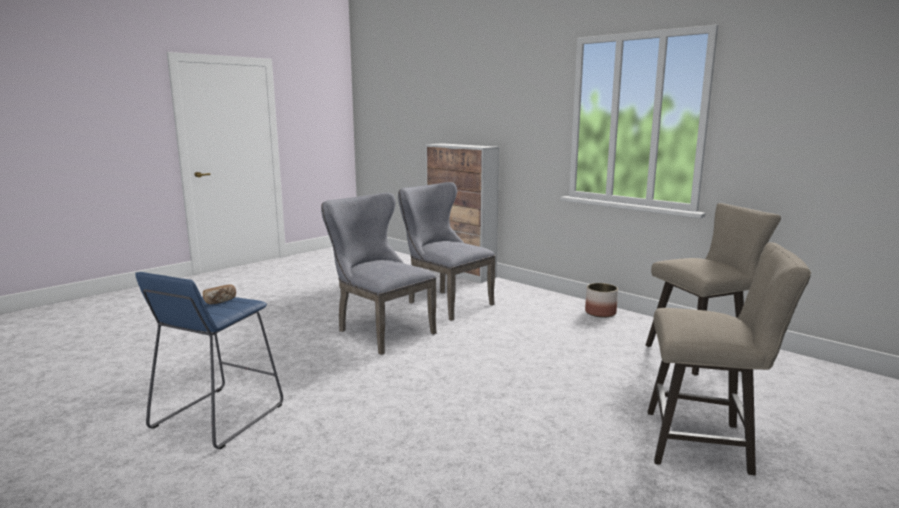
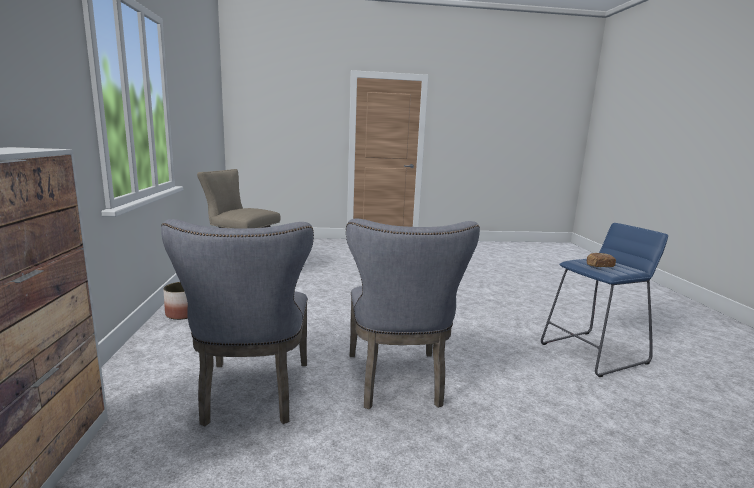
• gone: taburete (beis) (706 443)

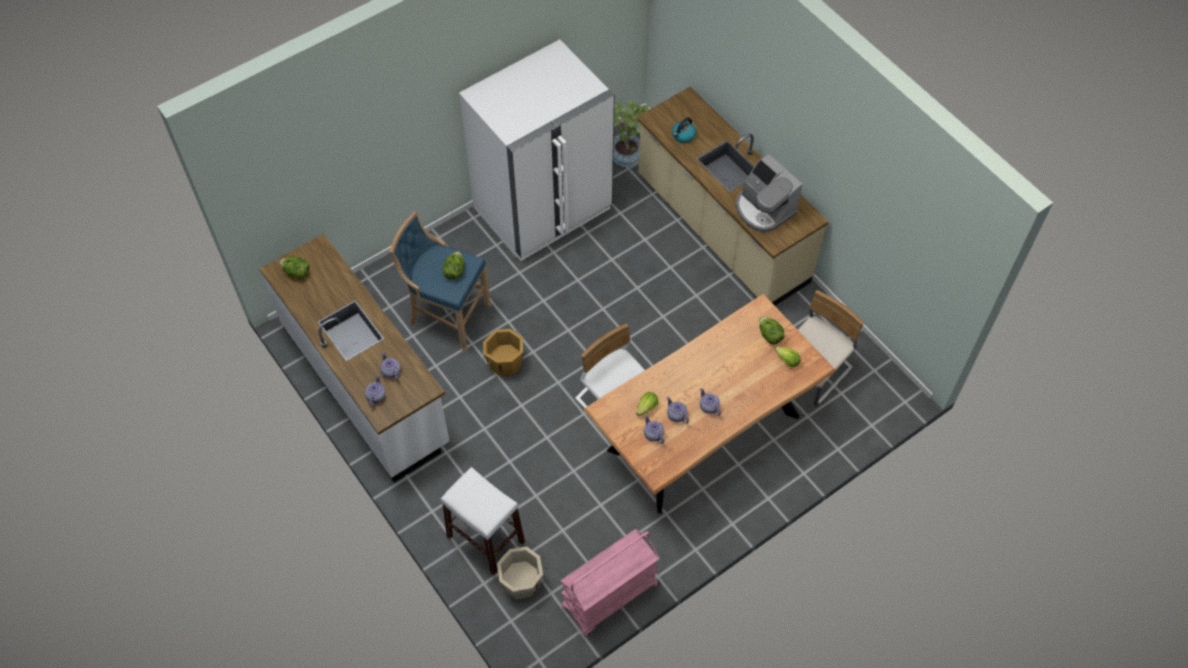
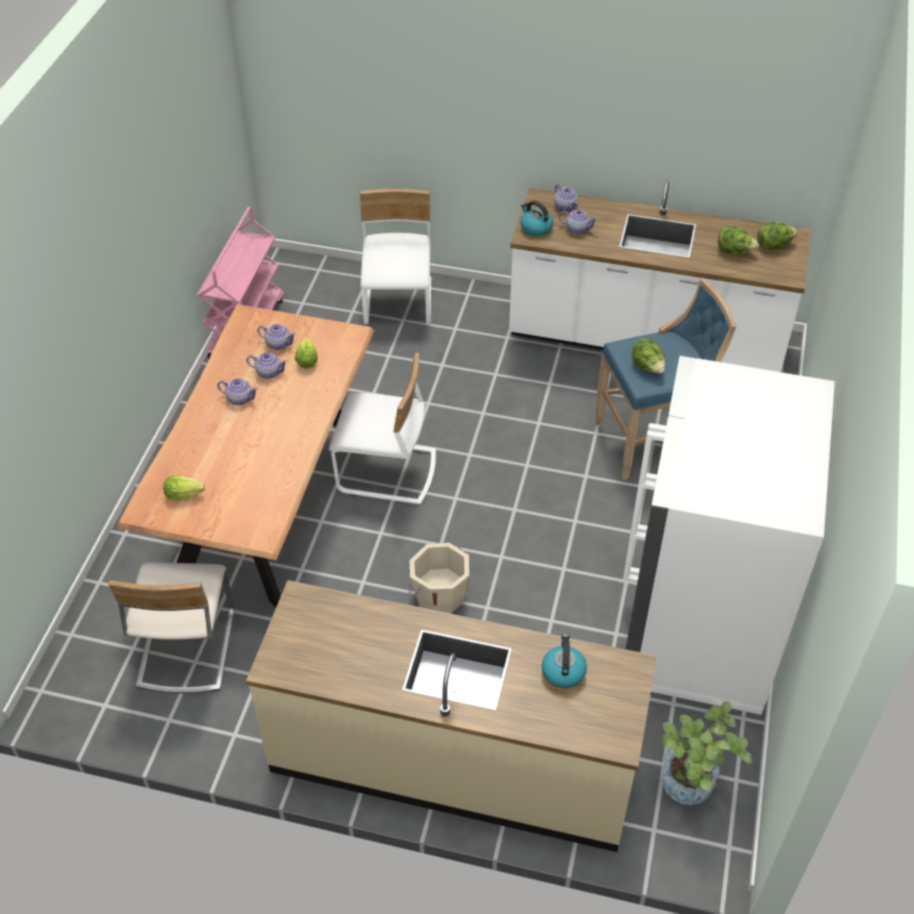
• gone: cafetera (763 209)
• shifted: lechuga (769 335) to (734 251)
• gone: cubo (naranja) (505 362)
• swapped: taburete (blanco) (485 539) to silla (blanco) (399 303)
• shifted: cubo (beis) (521 583) to (439 595)
• new: hervidor (535 228)

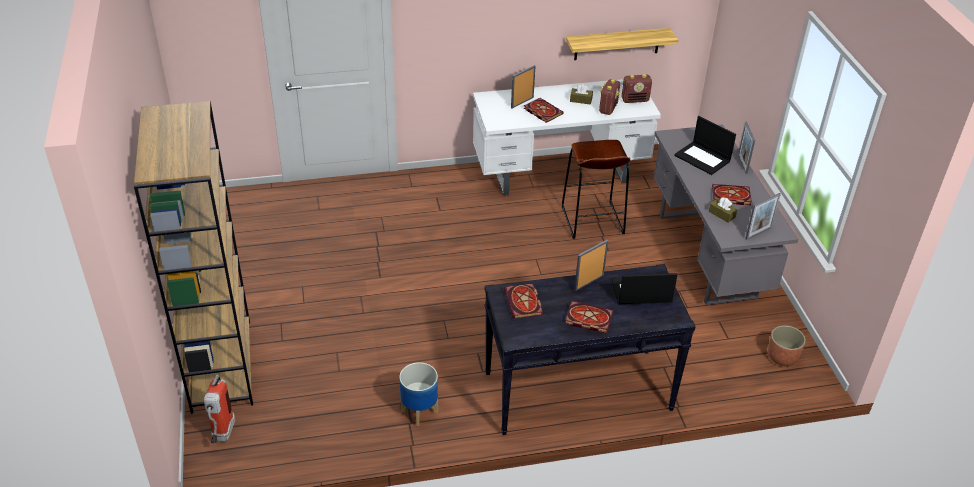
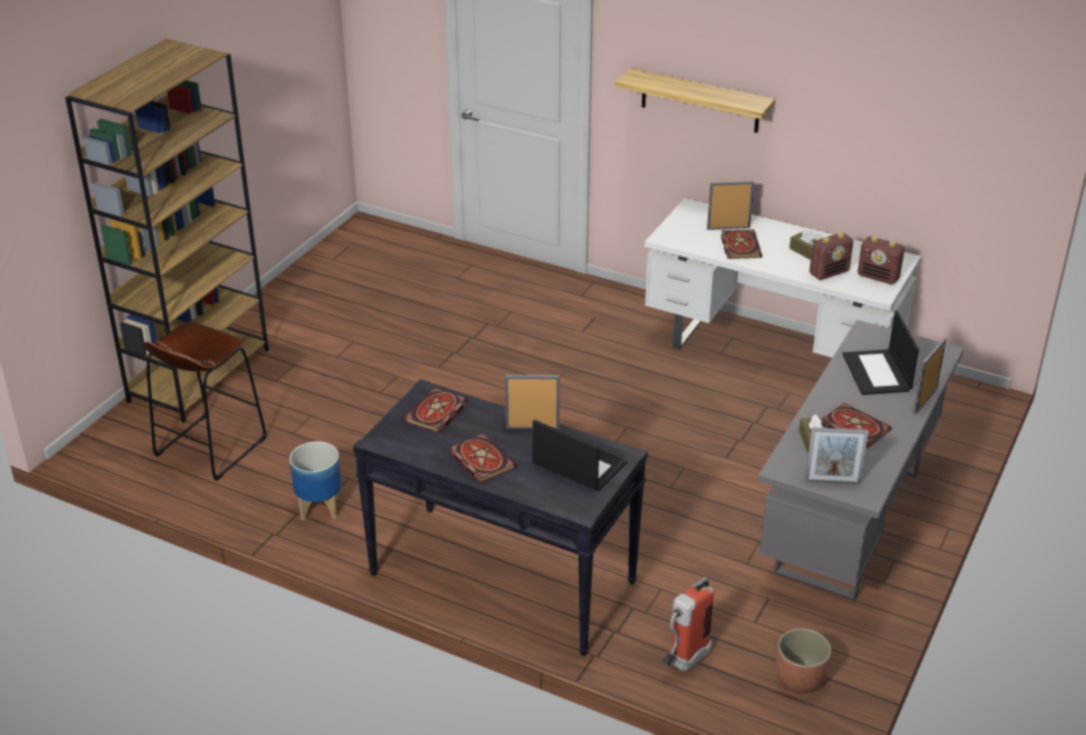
• shifted: estante (617 44) to (700 101)
• shifted: taburete (marrón) (592 220) to (210 447)
• shifted: extintor (222 436) to (683 663)

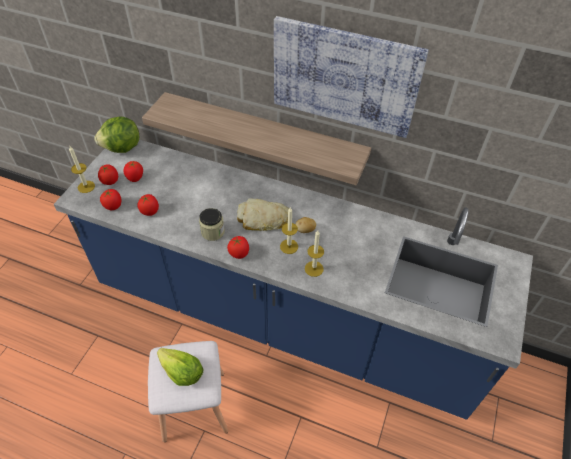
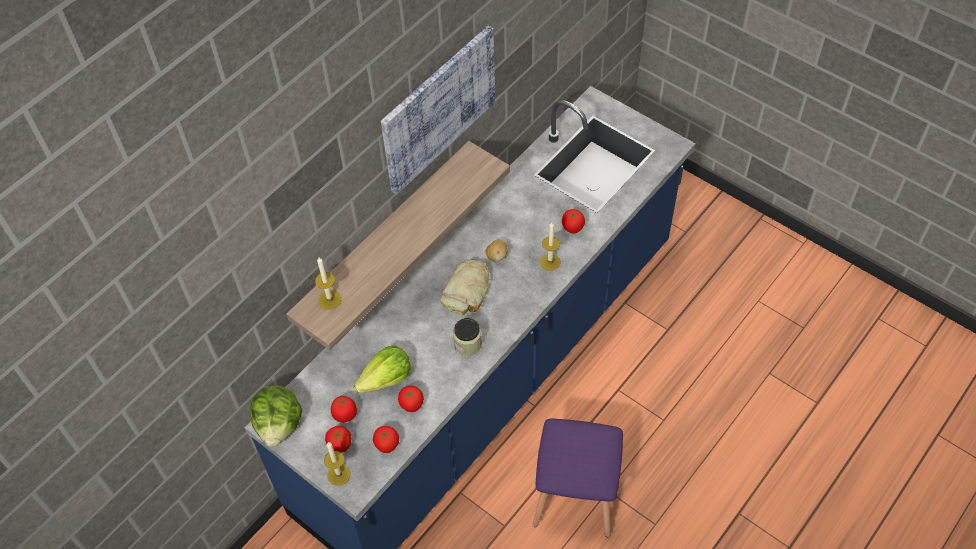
• shifted: vela (289 246) to (329 300)
• shifted: tomate (239 253) to (572 228)
• repainted: taburete (blanco) (195 407) to taburete (morado) (577 495)
• shifted: lechuga (181 372) to (386 379)

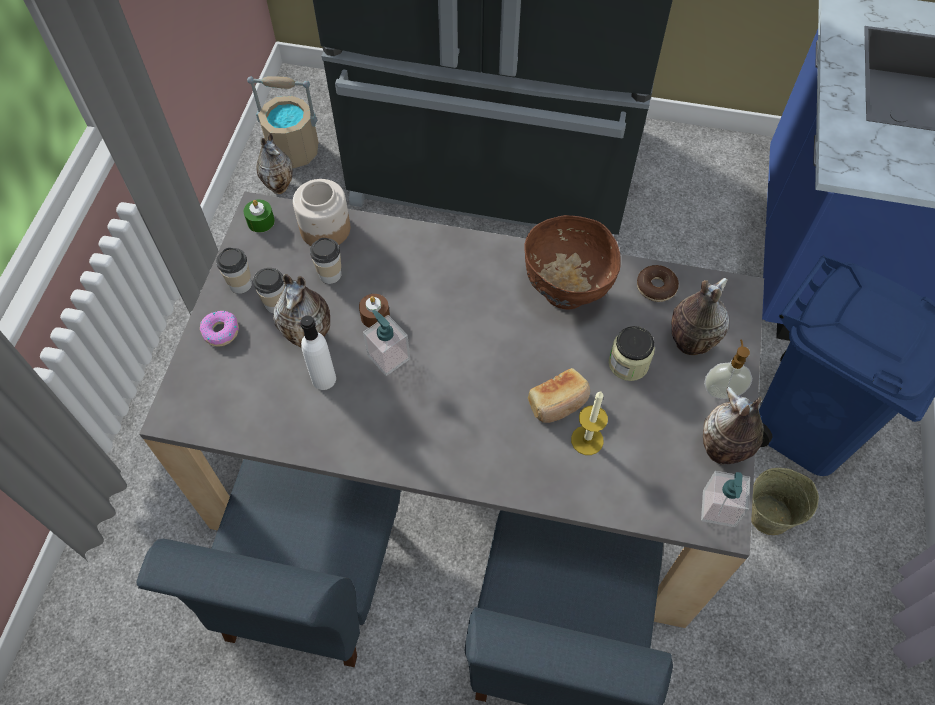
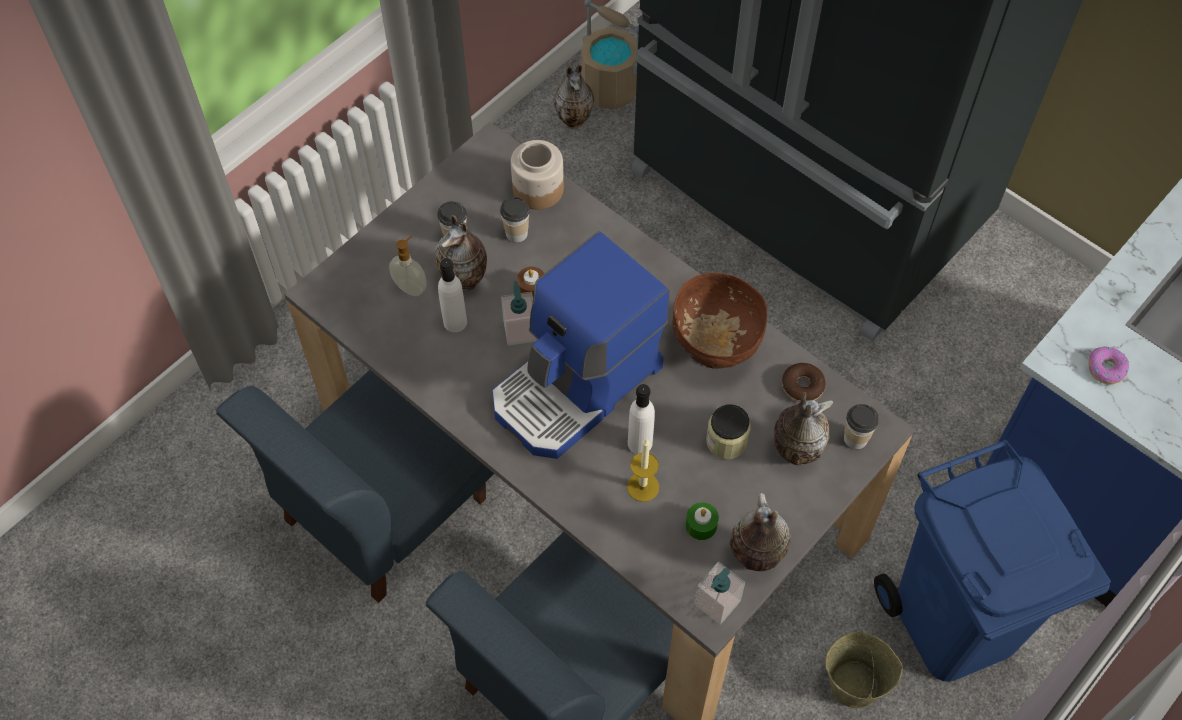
• shifted: vela (verde) (261 221) to (701 525)
• shifted: taza (240 284) to (855 439)
• shifted: rosquilla (220 331) to (1106 368)
• shifted: dispensador de jabón (722 391) to (411 287)
• swapped: pan (558 403) to botella (blanco) (640 443)
• new: cafetera (577 387)

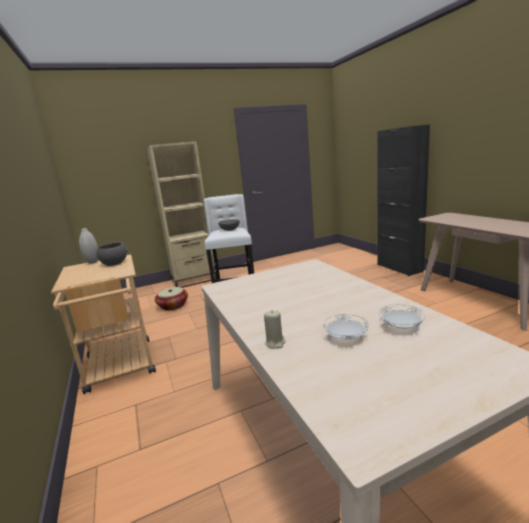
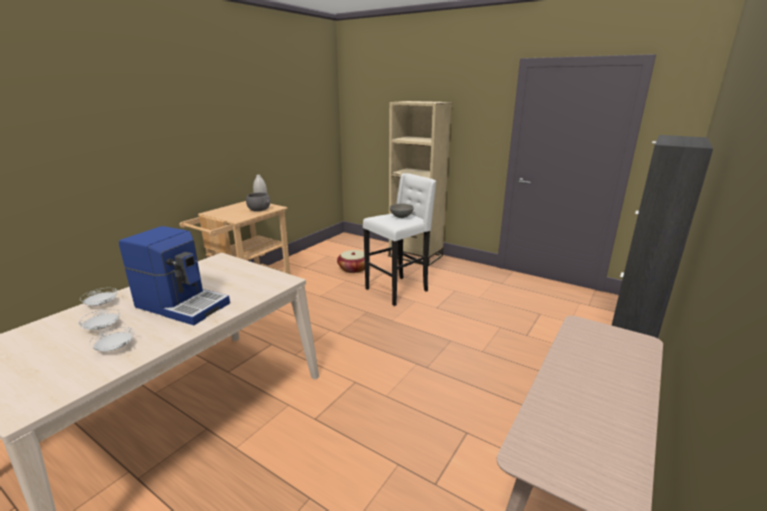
• swapped: vela (beis) (275 343) to plato (blanco) (102 304)
• new: cafetera (183 304)

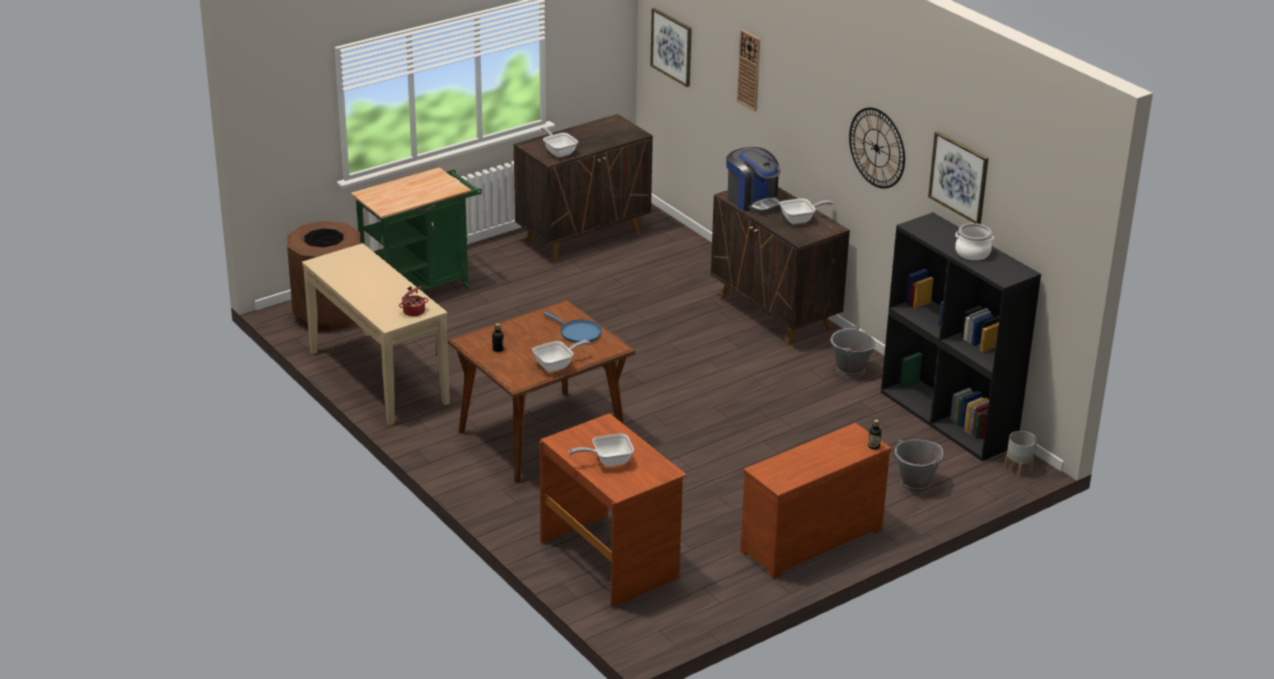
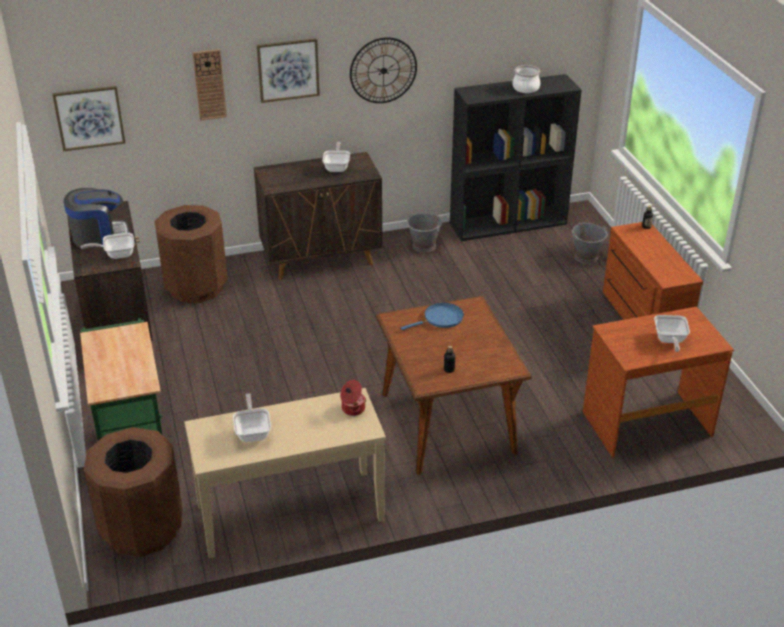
• shifted: cuadro (959 177) to (288 70)
• shifted: cafetera (753 201) to (99 236)
• shifted: sartén (557 365) to (253 431)
• gone: maceta (gris) (1019 469)
• new: papelera (marrón) (196 287)

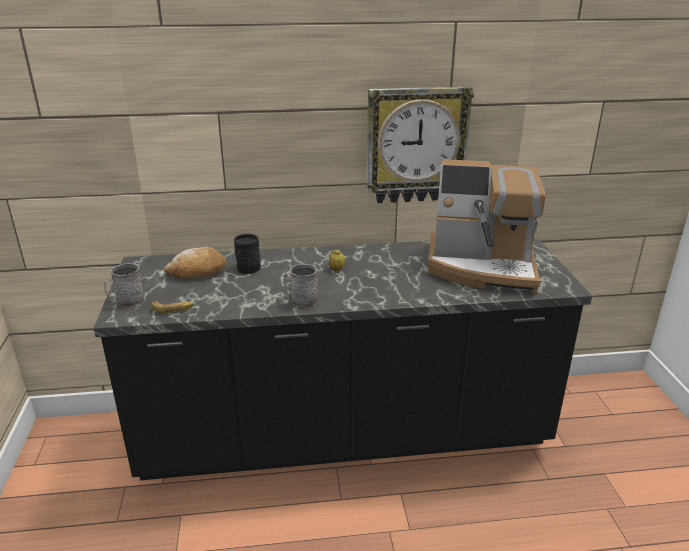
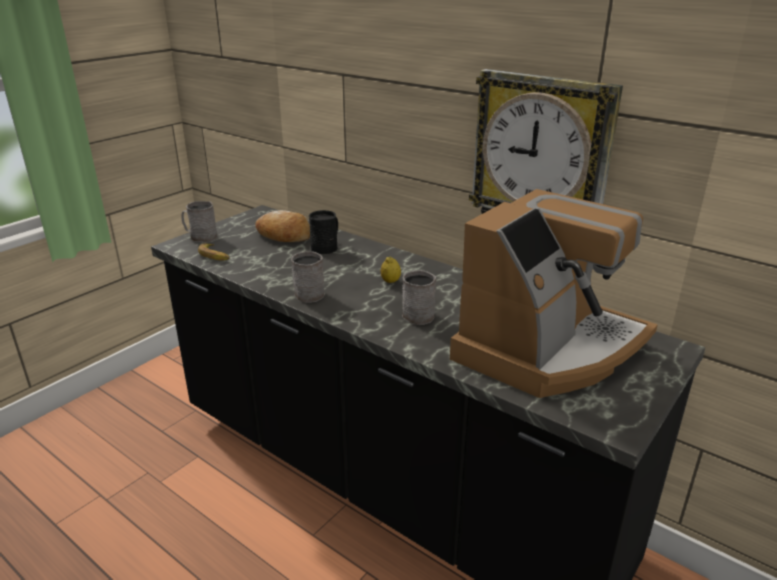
• rotated: cafetera (482 266) = (548 348) 105 degrees counterclockwise
• new: taza grande (gris) (415 314)

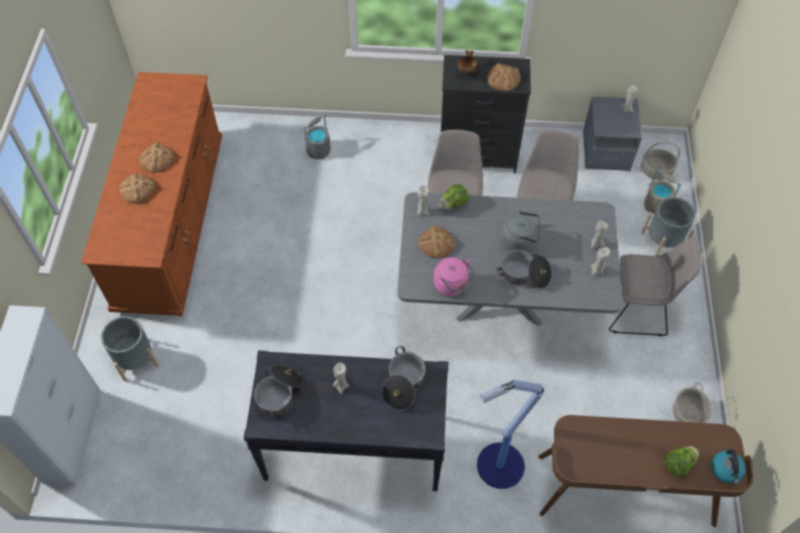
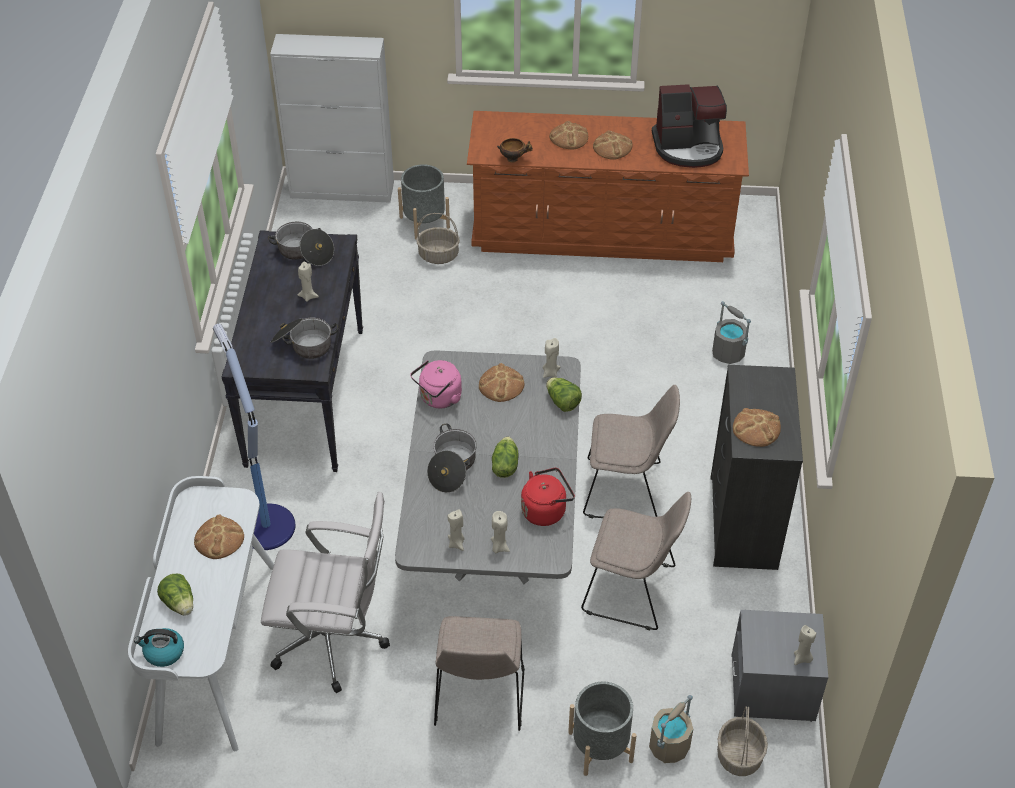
• shifted: cuenco (466 73) to (513 159)
• swapped: hervidor (gris) (520 241) to lechuga (504 466)
• shifted: cesta (688 414) to (438 255)
• repainted: escritorio (marrón) (625 491) to escritorio (blanco) (215 651)
• new: cafetera (688 147)
• new: hervidor (rojo) (546 510)
• new: silla de oficina (blanco) (335 642)
• new: pan (219 539)

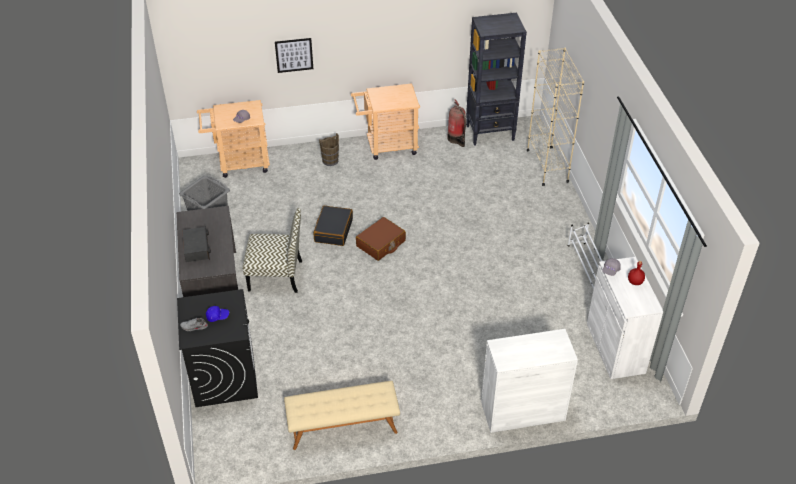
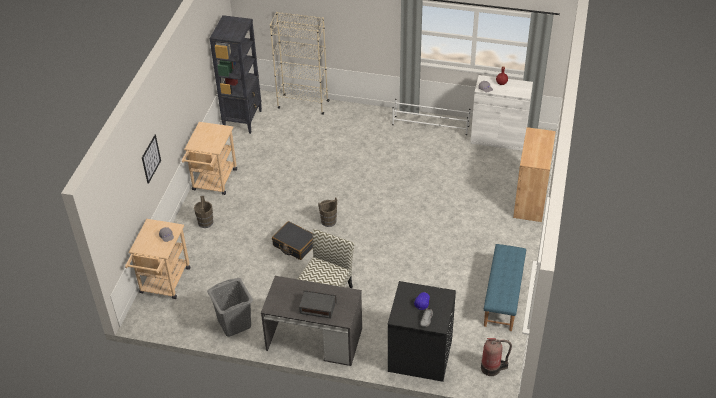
• shifted: extintor (456 139) to (492 368)
• swapped: maleta (marrón) (381 244) to cubo (marrón) (328 221)
• repainted: armario (blanco) (522 411) to armario (marrón) (530 200)
• repainted: banco (beis) (343 427) to banco (azul) (503 297)

